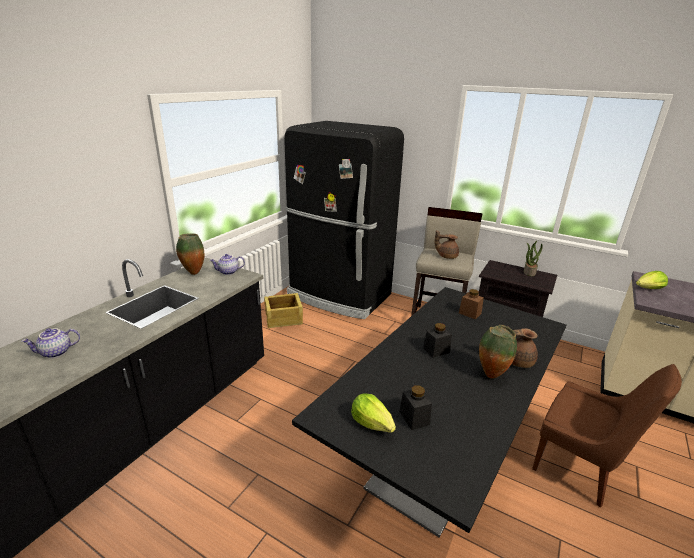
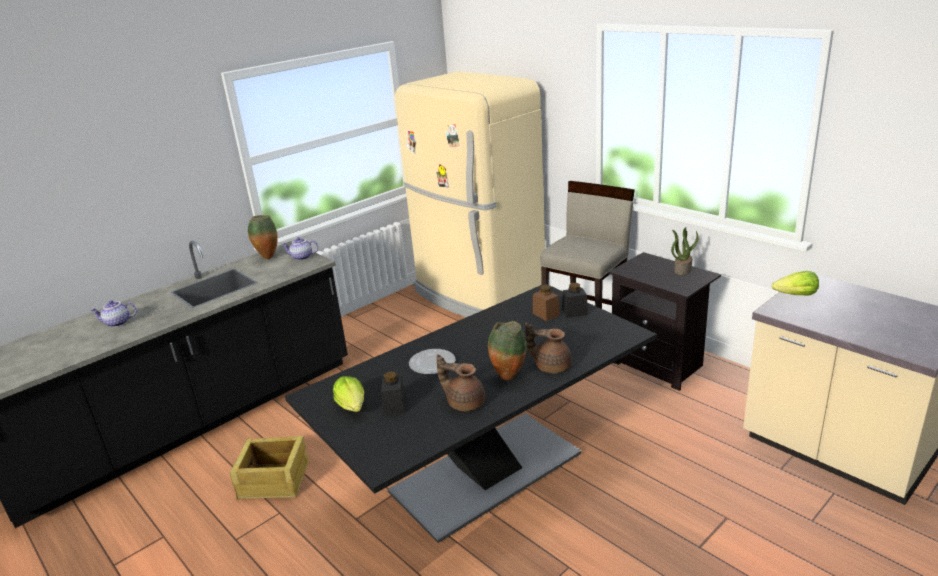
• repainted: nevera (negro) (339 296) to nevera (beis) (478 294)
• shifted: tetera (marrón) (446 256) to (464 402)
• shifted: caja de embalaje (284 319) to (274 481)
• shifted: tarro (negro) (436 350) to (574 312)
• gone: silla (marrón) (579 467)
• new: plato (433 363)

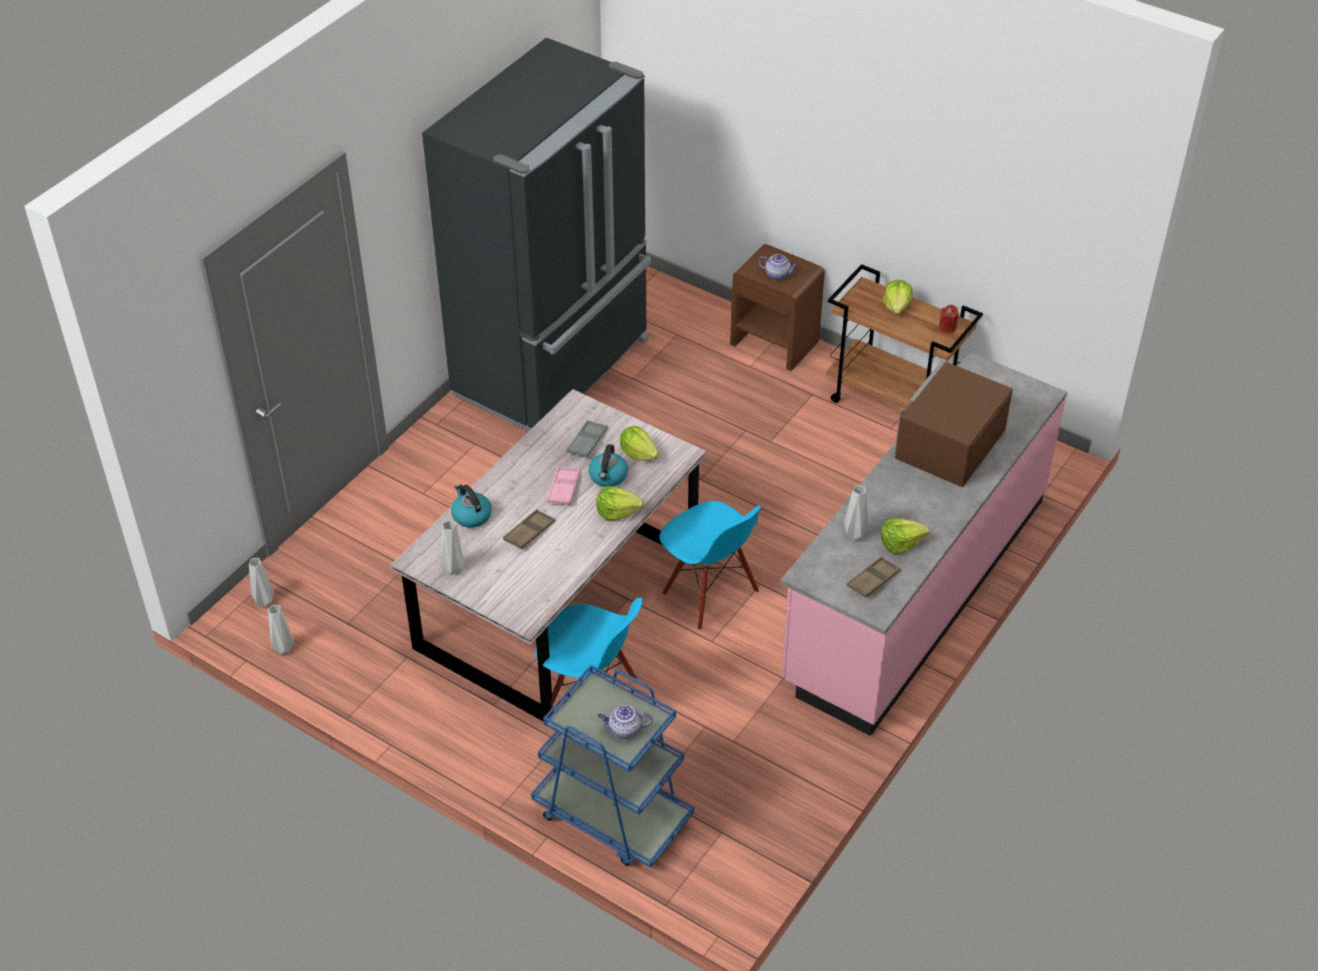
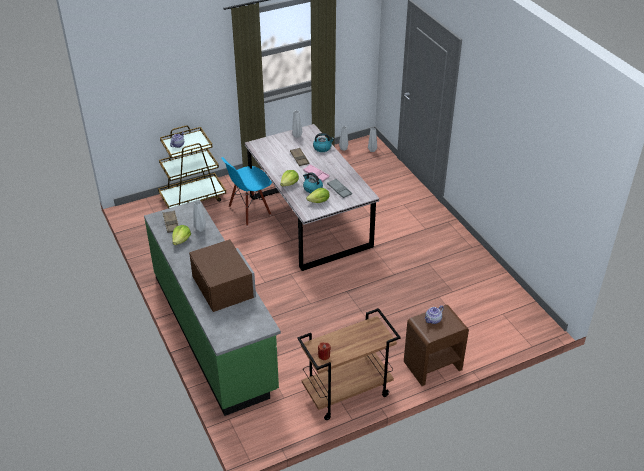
• gone: nevera (negro) (555 368)
• gone: lechuga (897 306)
• repainted: mueble bajo de cocina (rosa) (914 590) to mueble bajo de cocina (verde) (214 332)
• gone: silla (azul) (709 594)
• repainted: carrito (azul) (612 815) to carrito (marrón) (193 197)

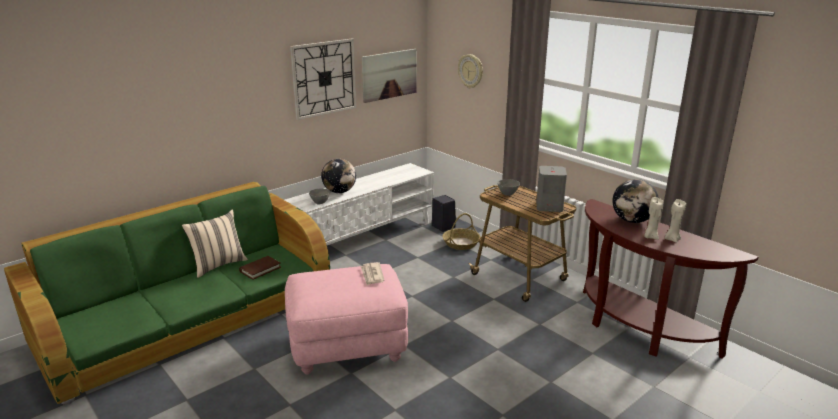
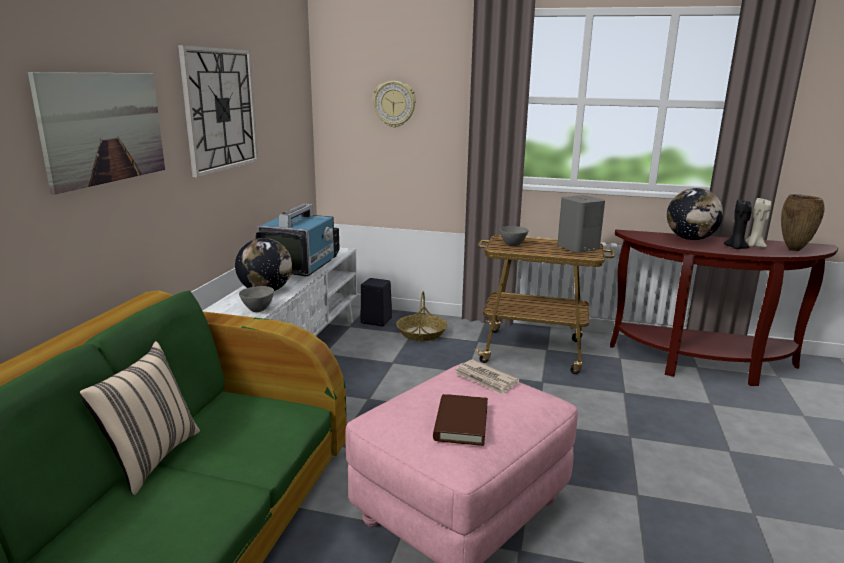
• shifted: cuadro (389 75) to (104 128)
• repainted: vela (beis) (650 237) to vela (negro) (736 248)
• shifted: libro (marrón) (260 269) to (461 423)
• new: florero (marrón) (794 250)
• new: televisor (302 266)

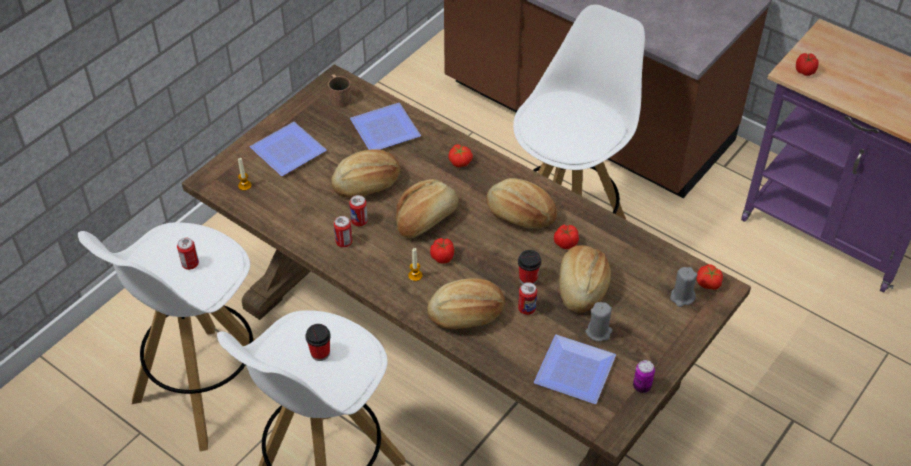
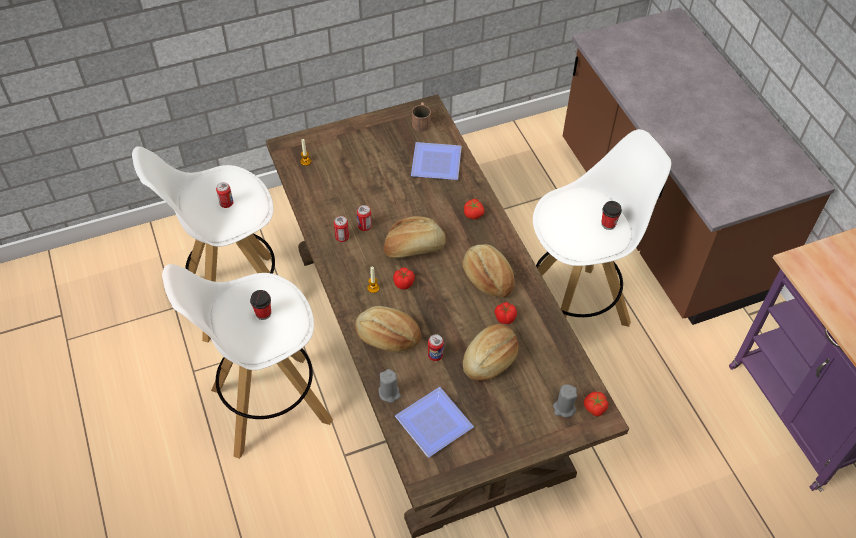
• gone: tomate (805 71)
• gone: plato (291 151)
• gone: pan (367 184)
• shifted: taza (528 279) to (608 224)
• shifted: vela (gris) (598 332) to (389 393)
• gone: lata (641 386)

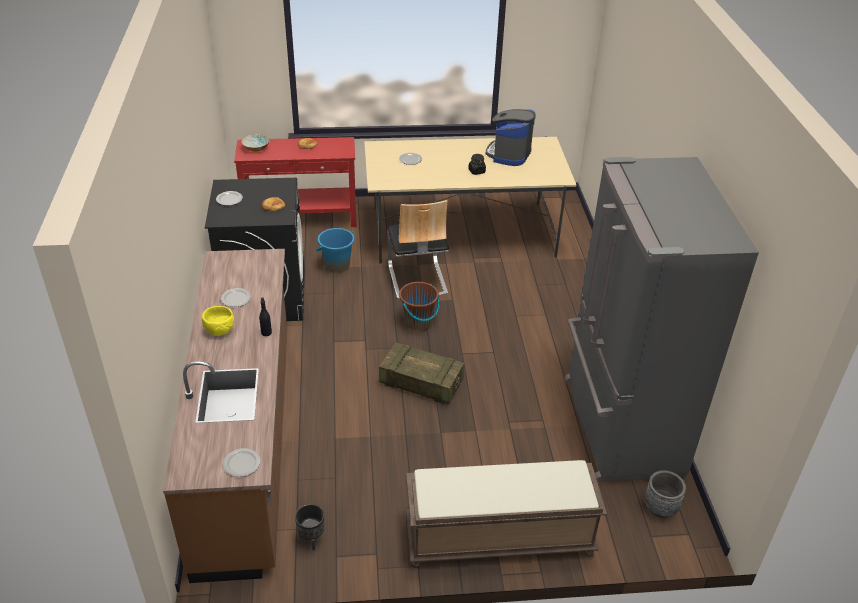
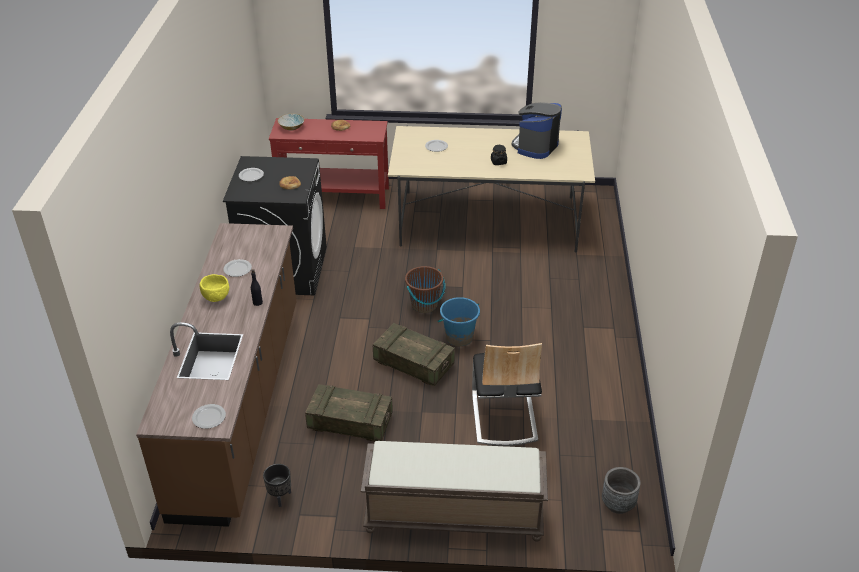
• gone: nevera (gris) (618 426)
• shifted: silla (416 279) to (503 417)
• shifted: cubo (azul) (337 265) to (459 337)
• new: caja de embalaje (350 422)

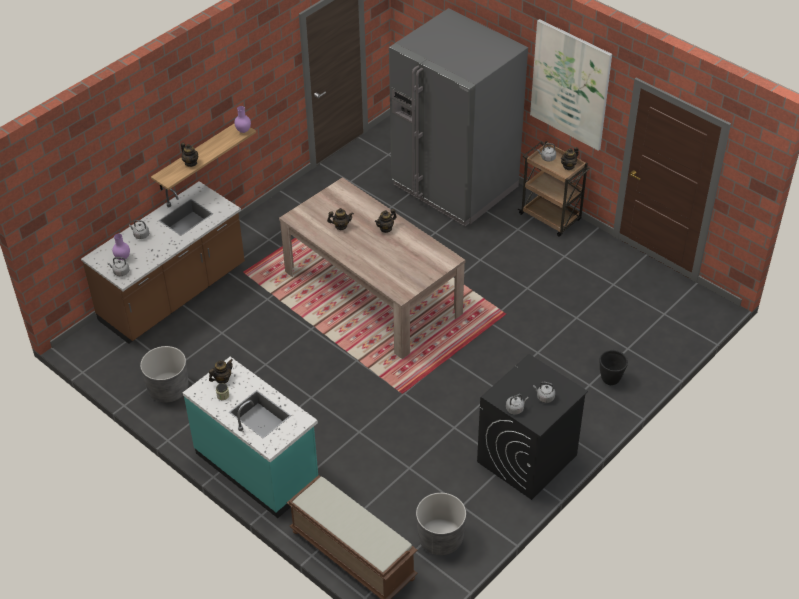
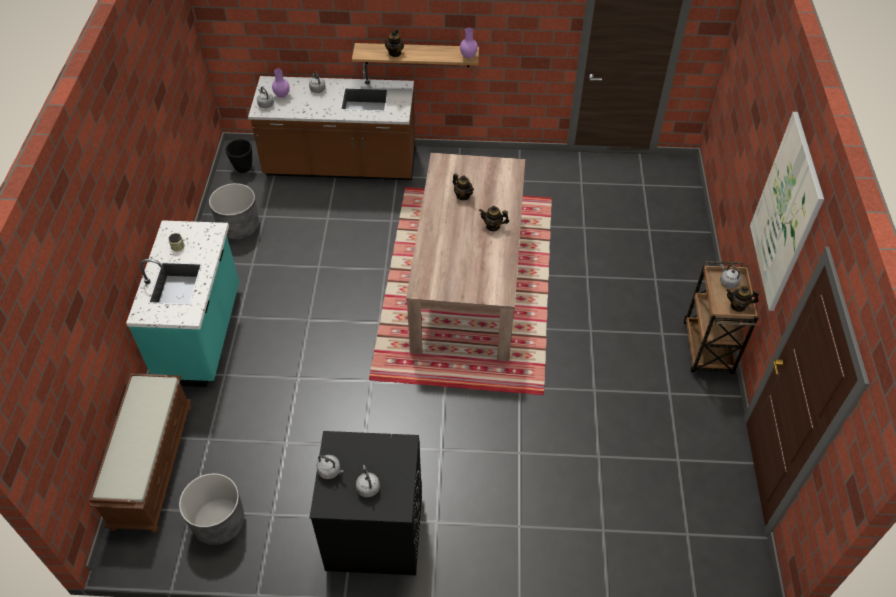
• gone: nevera (gris) (454 186)
• shifted: maceta (negro) (610 380) to (243 168)
• gone: tetera (222 379)

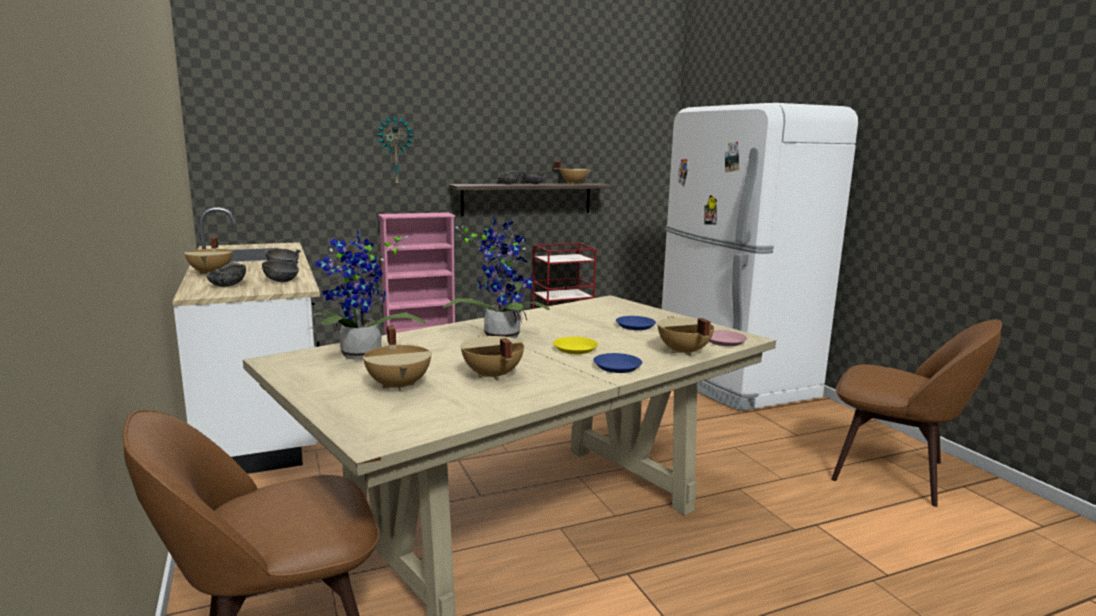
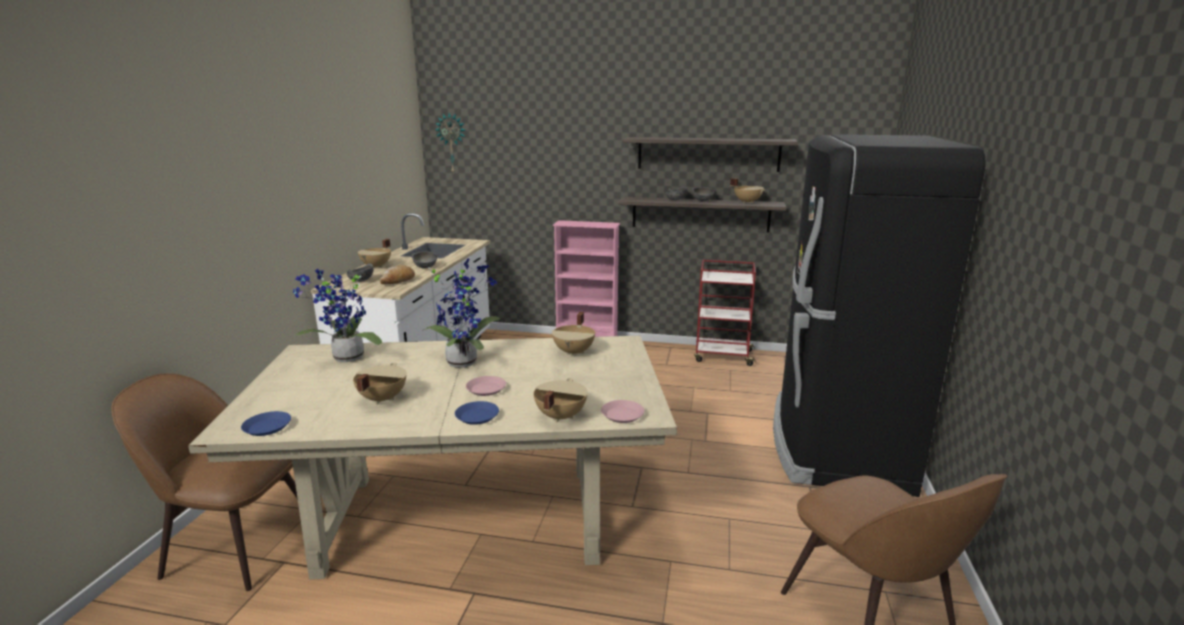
• repainted: nevera (blanco) (730 380) to nevera (negro) (836 445)
• shifted: reloj de pared (395 151) to (452 143)
• swapped: cuenco (gris) (281 281) to pan (398 281)
• shifted: plato (azul) (635 326) to (267 427)
• shifted: olla (beis) (399 385) to (574 352)
• repainted: plato (amarillo) (575 349) to plato (rosa) (486 389)
• new: estante (708 154)

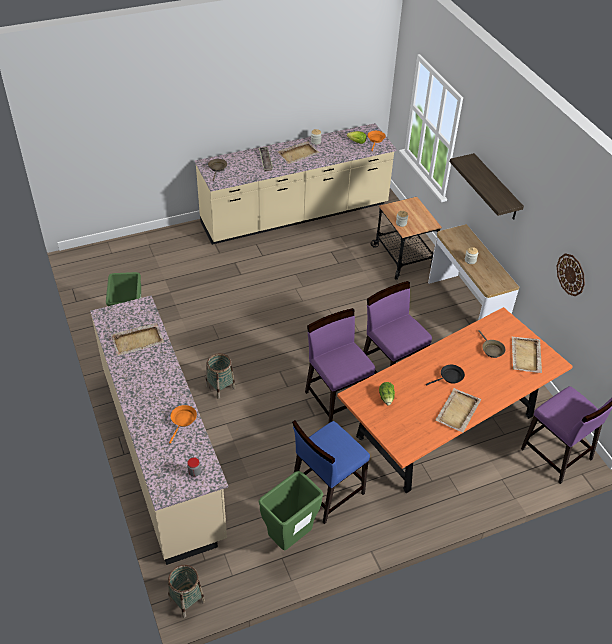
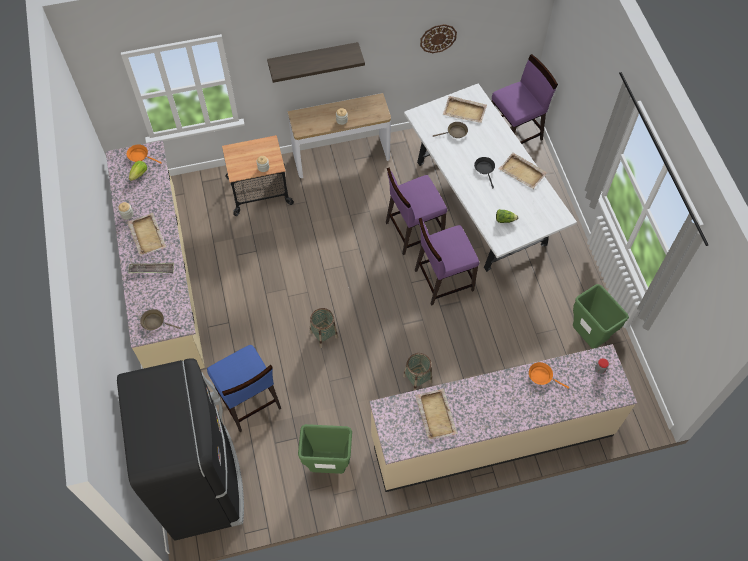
• repainted: mesa de comedor (naranja) (446 426) to mesa de comedor (blanco) (480 202)
• shifted: silla (azul) (326 491) to (248 401)
• shifted: cesta (186 600) to (324 335)
• new: nevera (negro) (203 481)

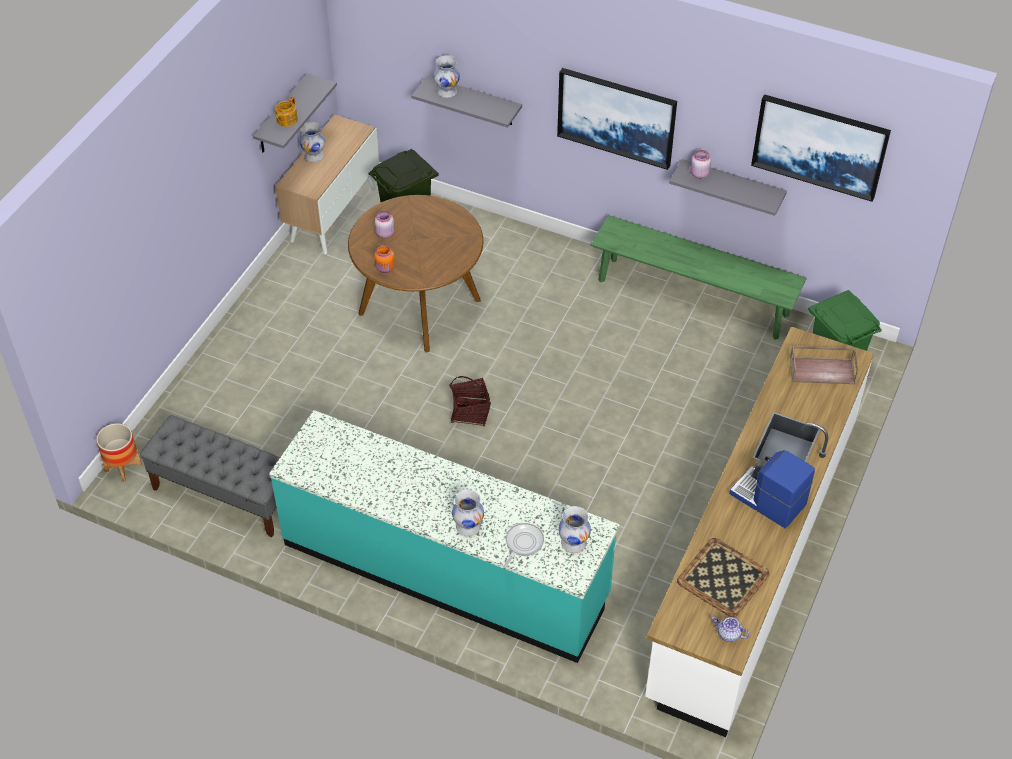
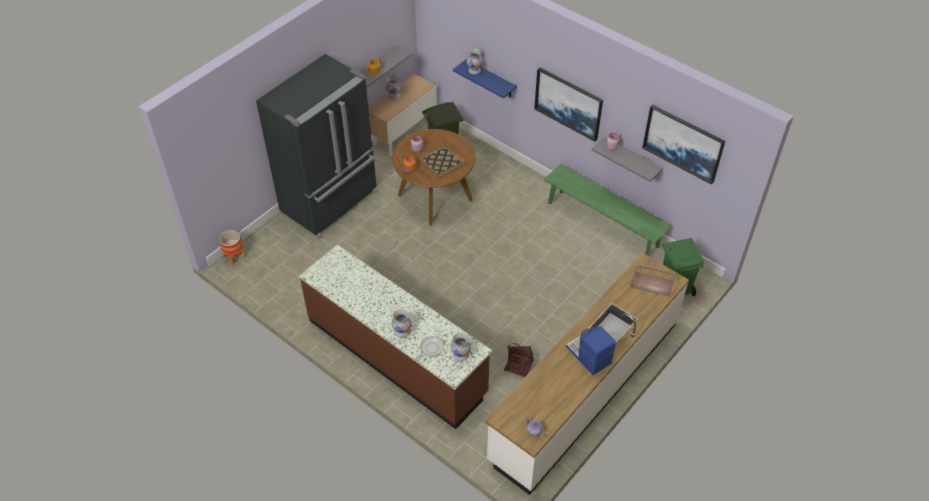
• repainted: estante (gris) (474 101) to estante (azul) (491 79)
• shifted: cesta (470 412) to (518 366)
• repainted: mueble bajo de cocina (turquesa) (445 570) to mueble bajo de cocina (marrón) (397 356)
• gone: banco (gris) (224 494)
• shifted: bandeja (724 577) to (442 161)
• new: nevera (negro) (331 202)

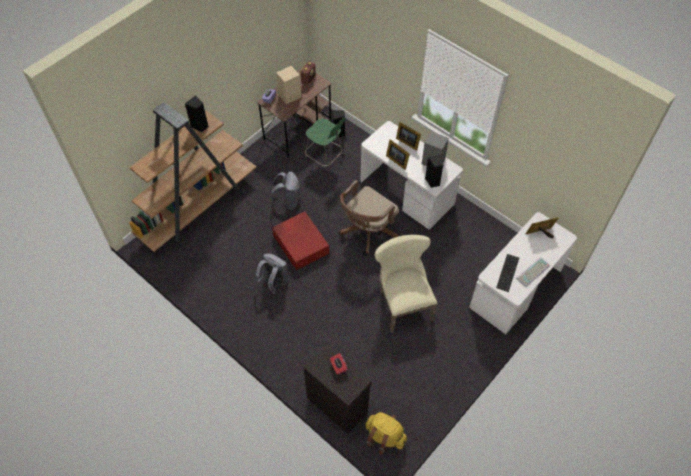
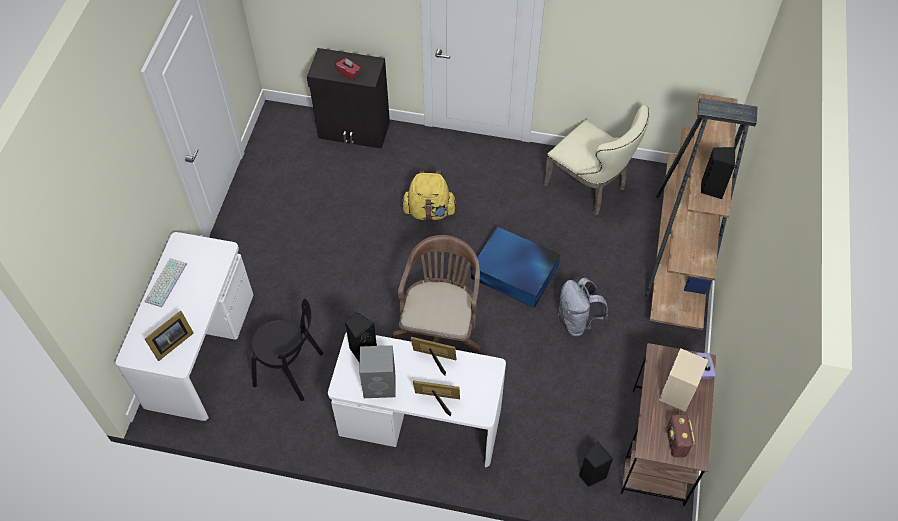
• gone: taburete (verde) (325 159)
• repainted: caja de almacenaje (rojo) (301 243) to caja de almacenaje (azul) (515 273)
• shifted: silla (beis) (402 303) to (590 187)
• gone: mochila (gris) (274 282)
• gone: teclado (508 273)
• shifted: mochila (amarillo) (384 437) to (429 211)
• new: silla (negro) (291 370)

